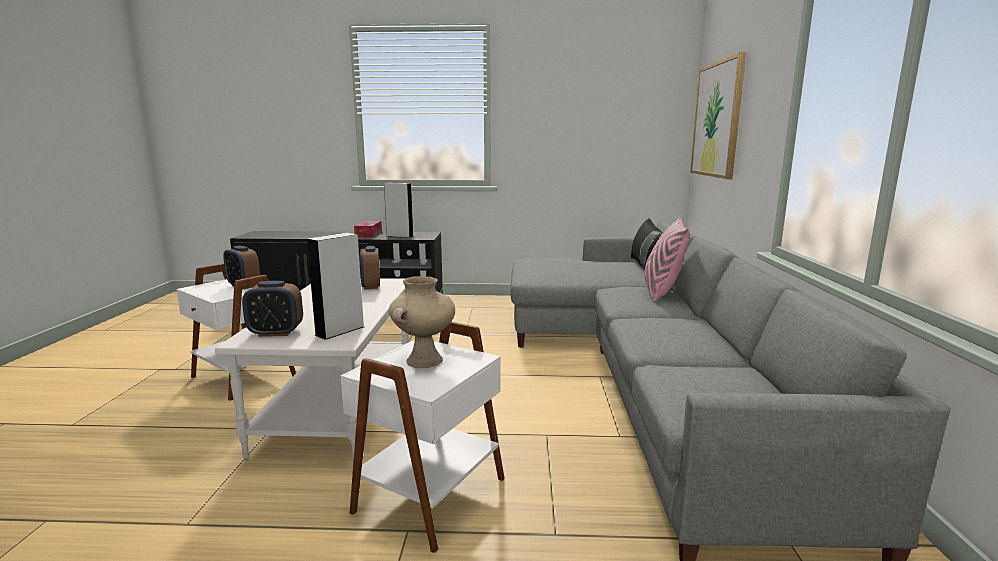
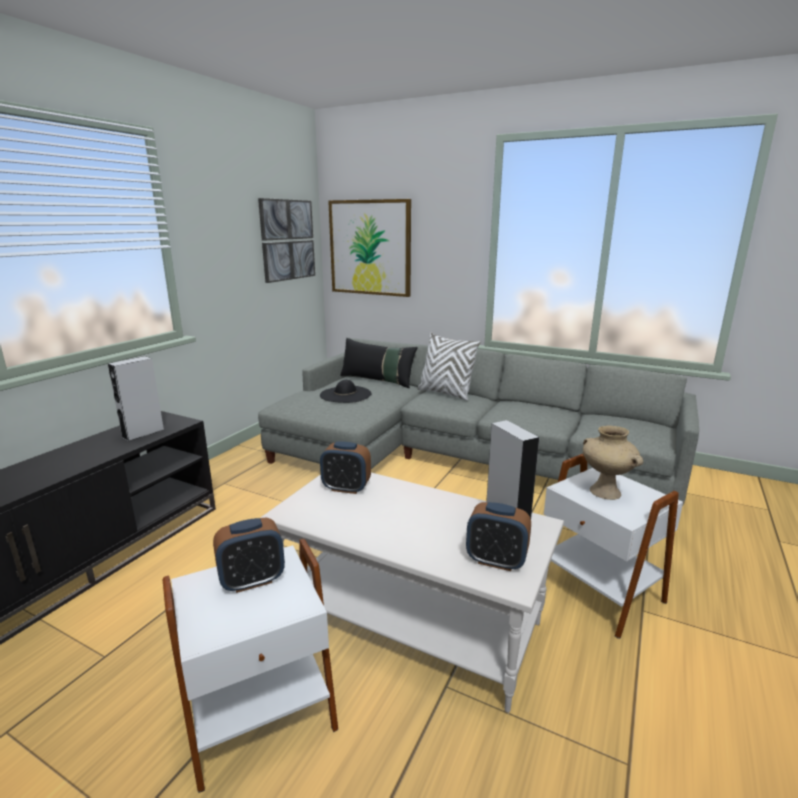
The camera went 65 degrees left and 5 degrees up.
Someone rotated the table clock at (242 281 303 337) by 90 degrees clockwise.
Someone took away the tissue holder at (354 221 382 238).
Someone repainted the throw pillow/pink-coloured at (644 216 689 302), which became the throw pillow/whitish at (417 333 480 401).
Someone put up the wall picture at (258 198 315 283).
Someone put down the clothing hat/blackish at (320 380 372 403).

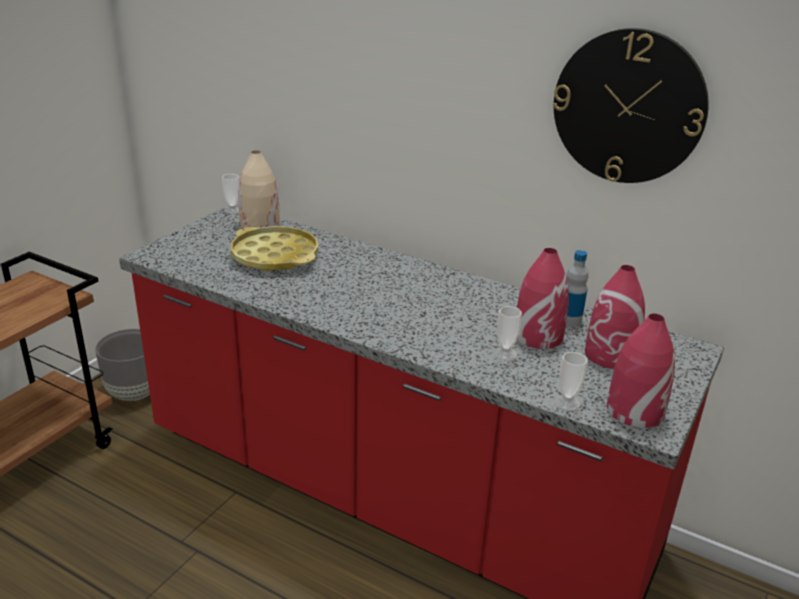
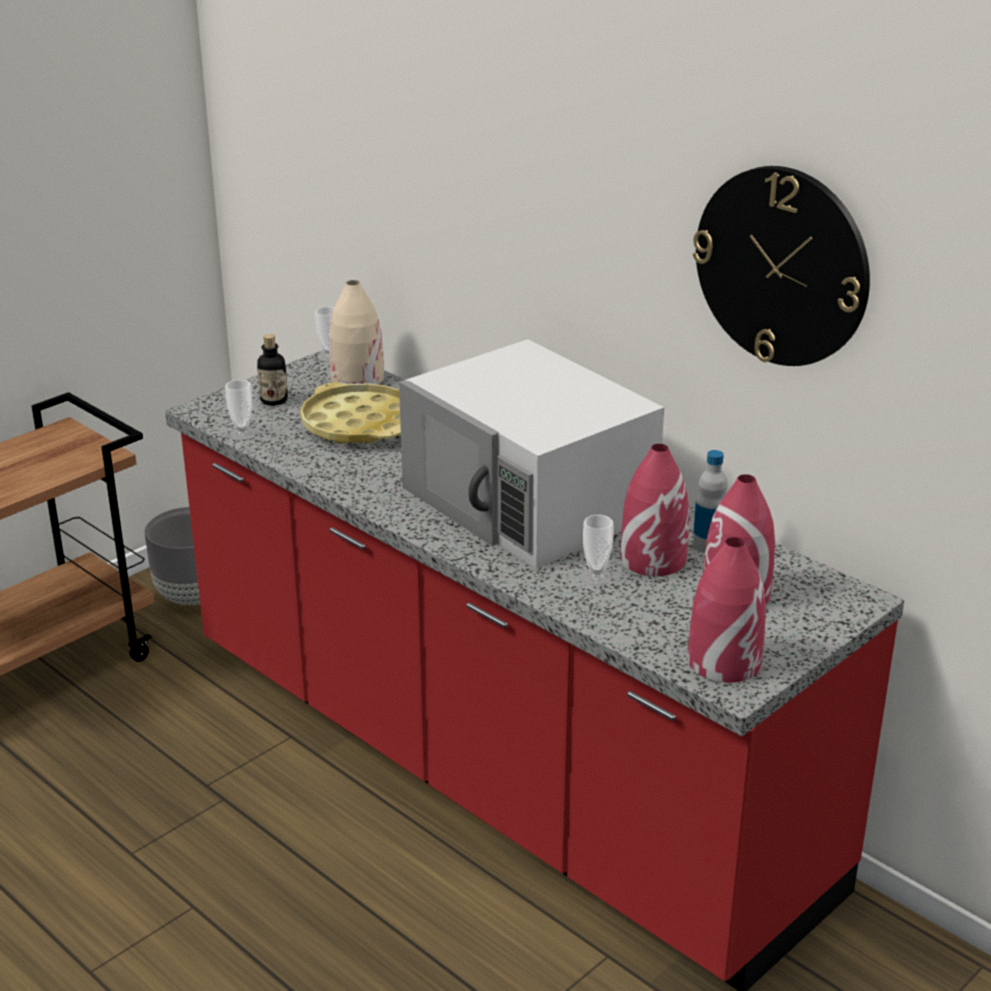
The camera went 15 degrees right and 0 degrees up.
Someone carried the cup from (555 352 588 411) to (225 380 256 440).
Someone put down the bottle at (257 334 288 406).
Someone put down the microwave/whitish at (399 339 664 568).

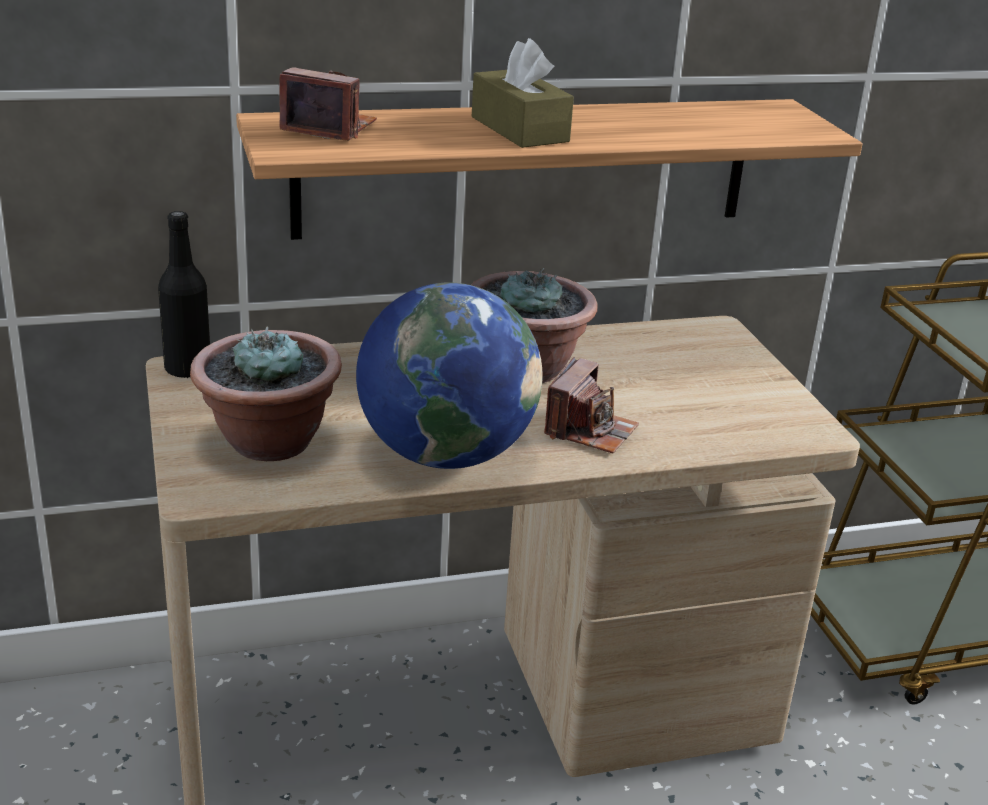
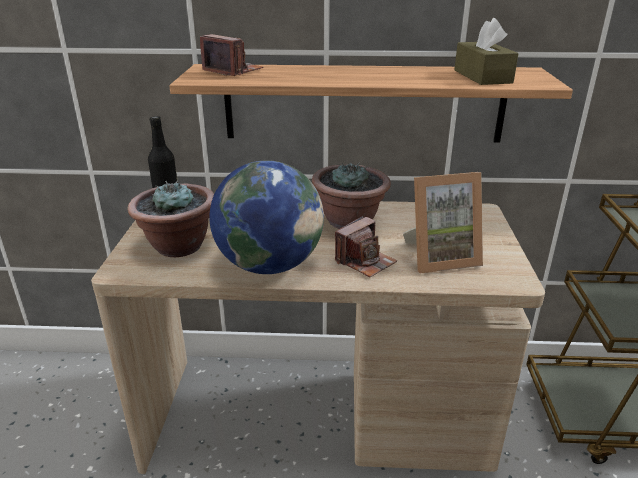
The camera went 20 degrees right and 0 degrees up.
Someone carried the tissue holder/brown-coloured from (472 38 574 148) to (454 18 519 85).
Someone put down the picture frame at (403 172 483 273).

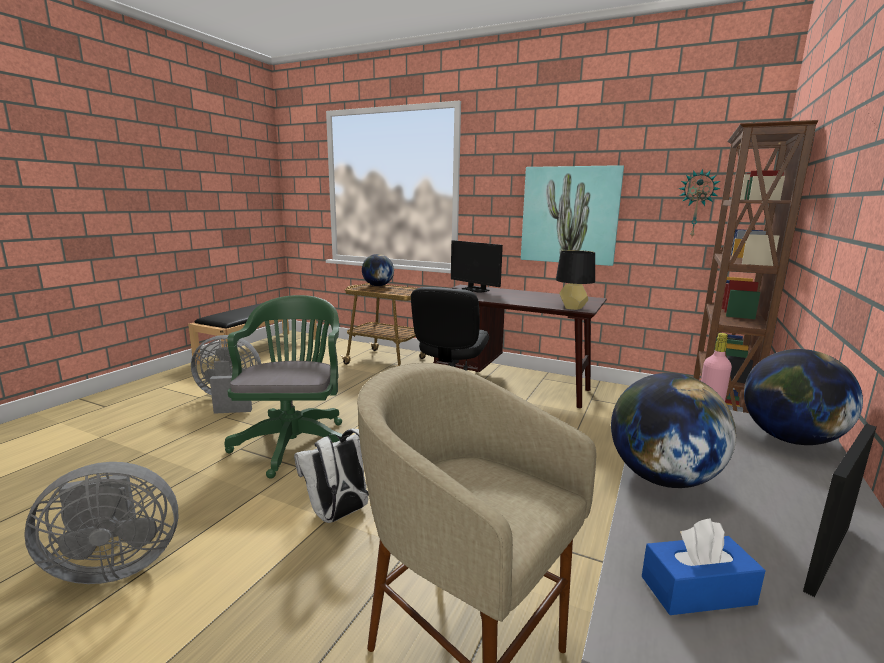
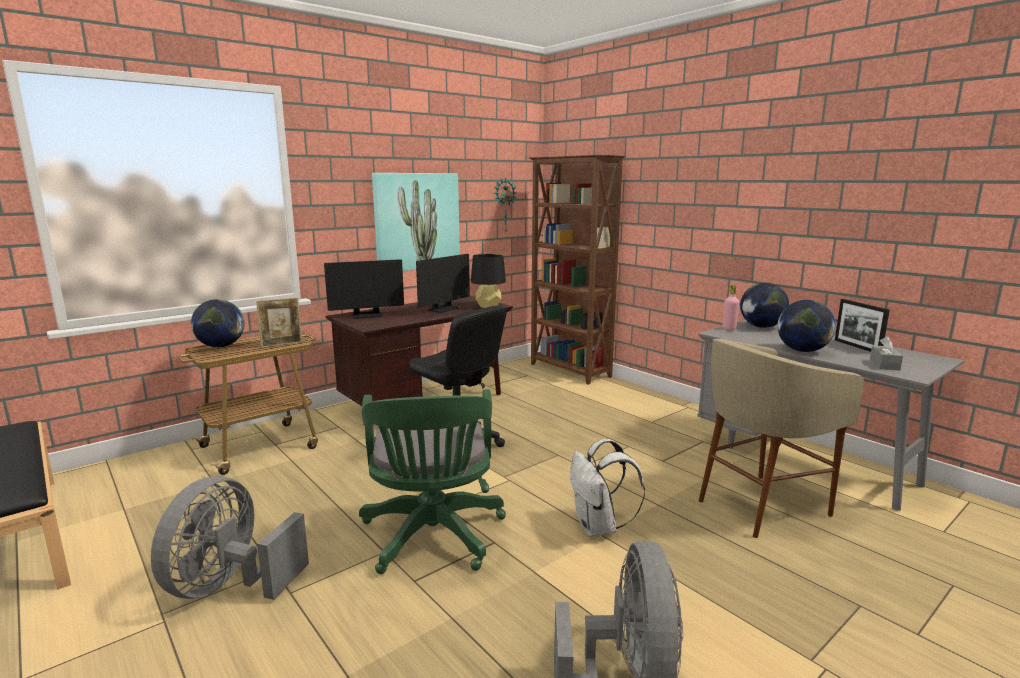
The camera went 65 degrees left and 0 degrees up.
Someone rotated the office chair/green at (225 295 342 479) by 120 degrees counterclockwise.
Someone repainted the tissue holder/blue at (642 518 765 615), which became the tissue holder/greyish at (870 336 903 370).
Someone put down the picture frame at (256 298 302 348).
Someone put down the computer display at (416 254 470 313).

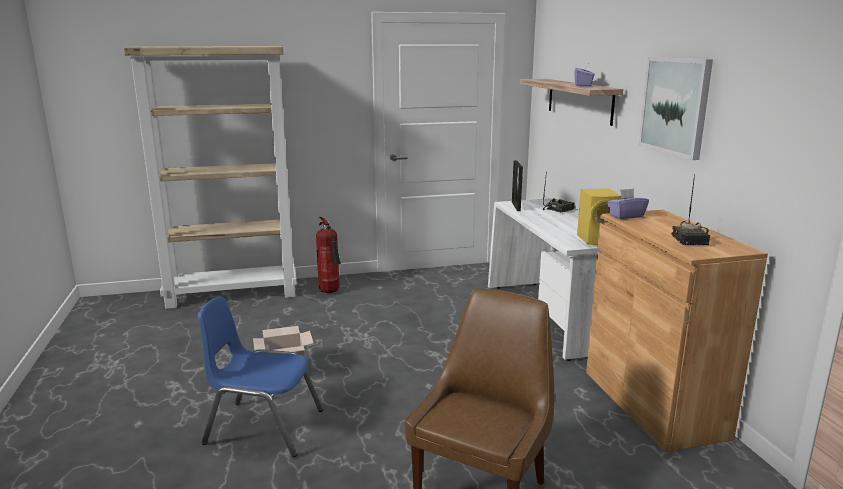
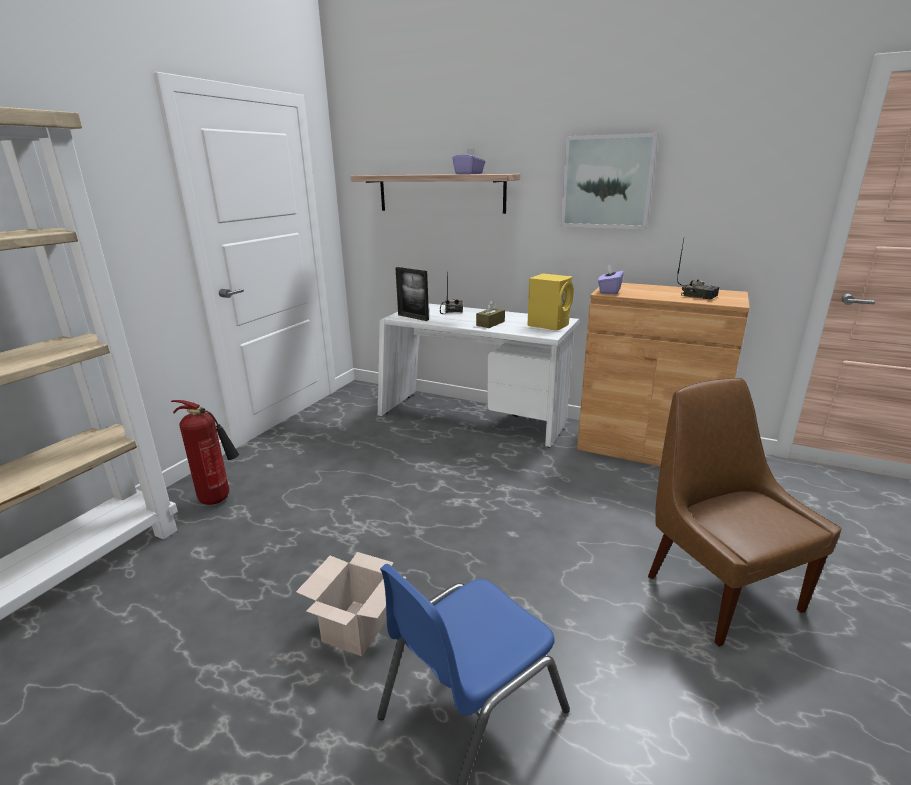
The camera went 50 degrees left and 5 degrees up.
Someone put down the tissue holder/brown-coloured at (476 300 505 328).

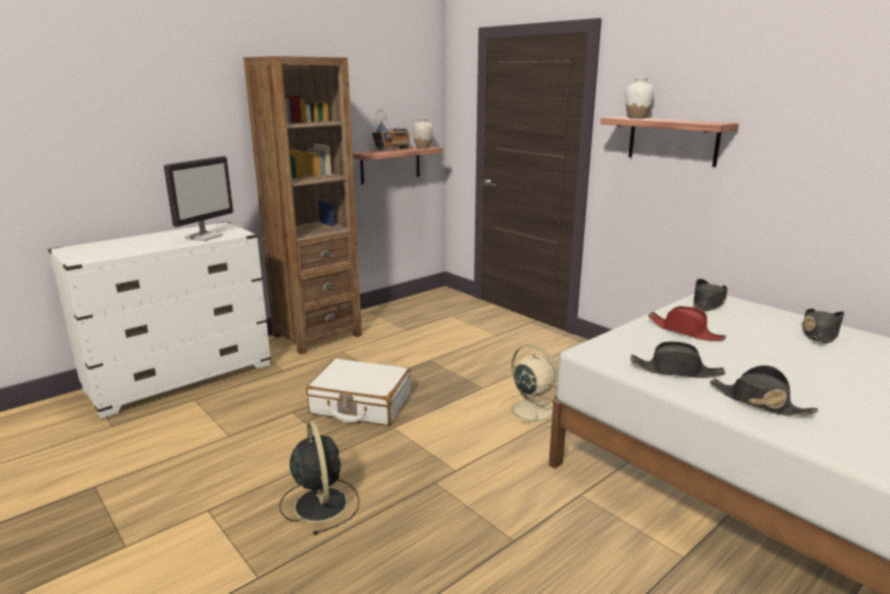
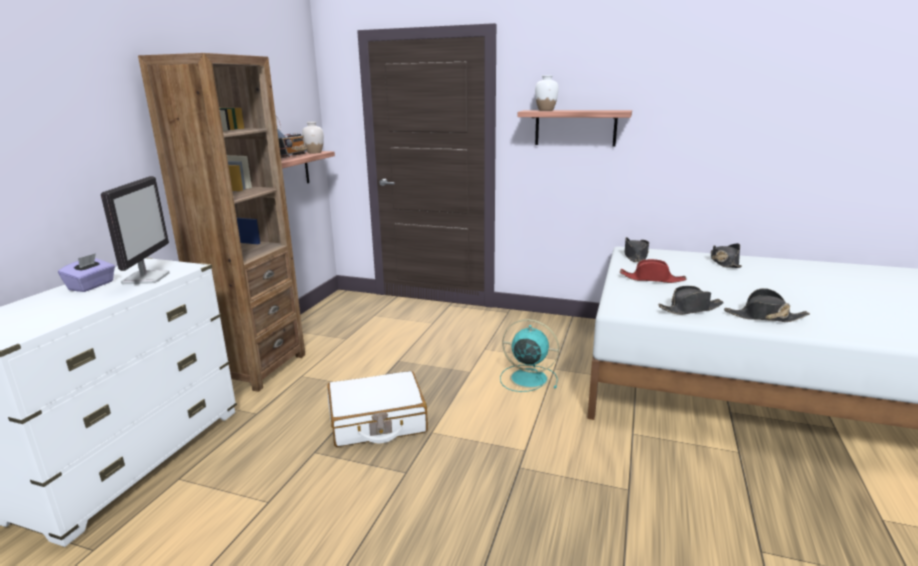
The camera went 30 degrees left and 0 degrees up.
Someone took away the electric fan/blackish at (279 421 359 535).
Someone repainted the electric fan/sand-coloured at (500 344 558 428), which became the electric fan/turquoise at (500 319 559 392).
Someone put down the tissue holder/purplish at (58 253 115 292).

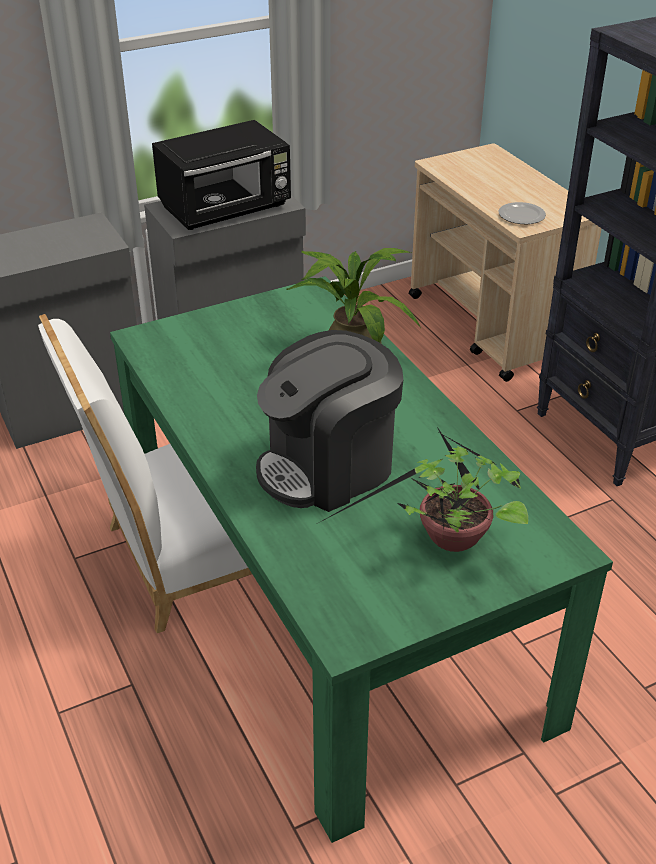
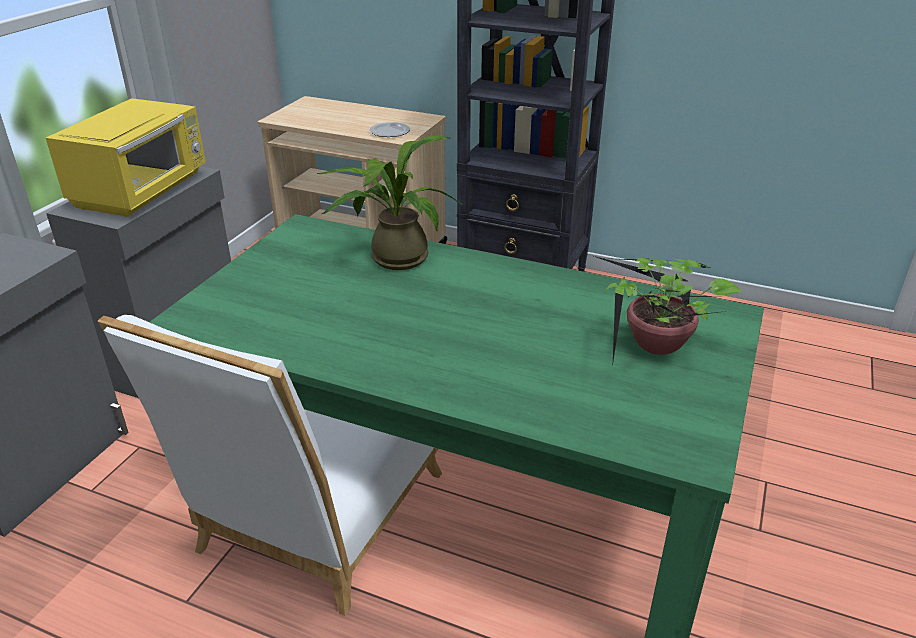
The camera went 40 degrees left and 5 degrees down.
Someone repainted the microwave/blackish at (152 120 291 230), which became the microwave/yellowish at (46 98 206 217).
Someone took away the coffee maker at (256 330 403 512).

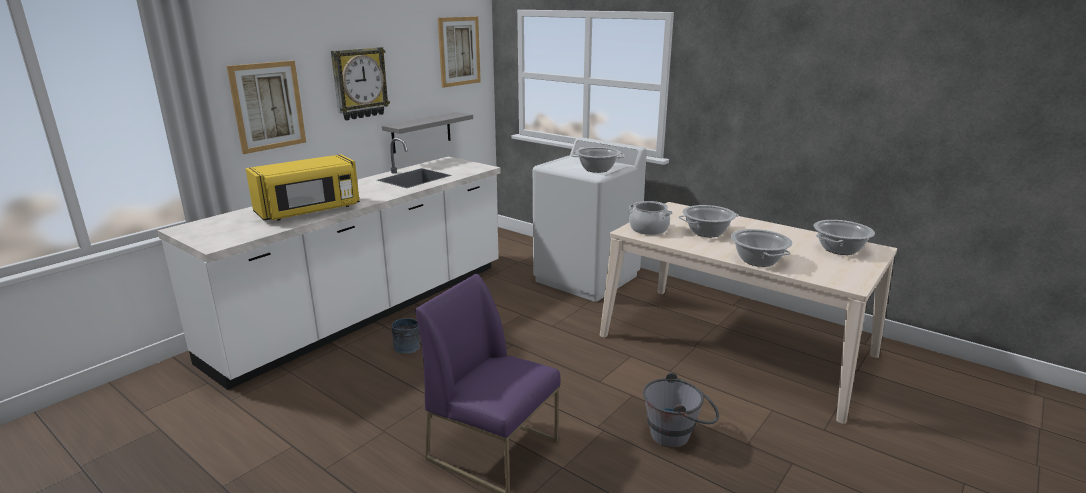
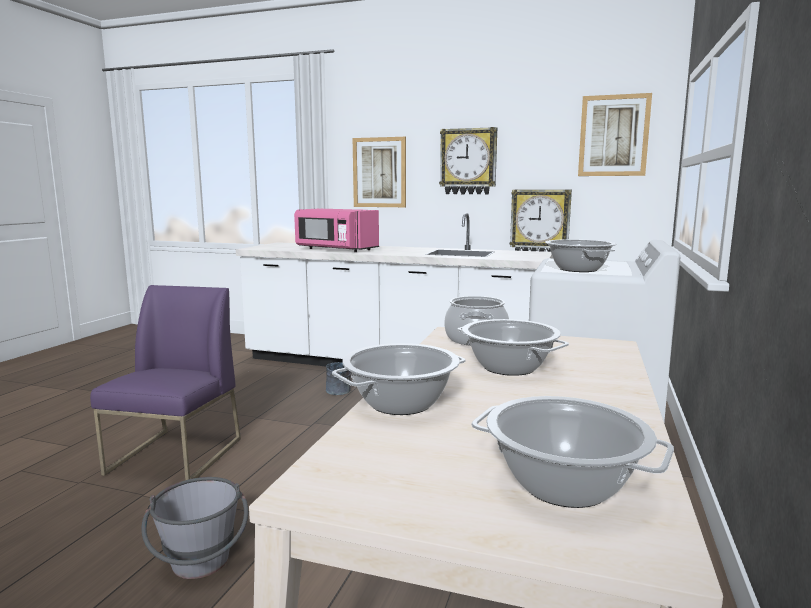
The camera went 70 degrees right and 10 degrees down.
Someone repainted the microwave/yellowish at (246 154 360 221), which became the microwave/pink-coloured at (294 209 379 252).
Someone swapped the shelf/greyish at (382 112 473 153) for the clock on the wall at (510 190 572 252).

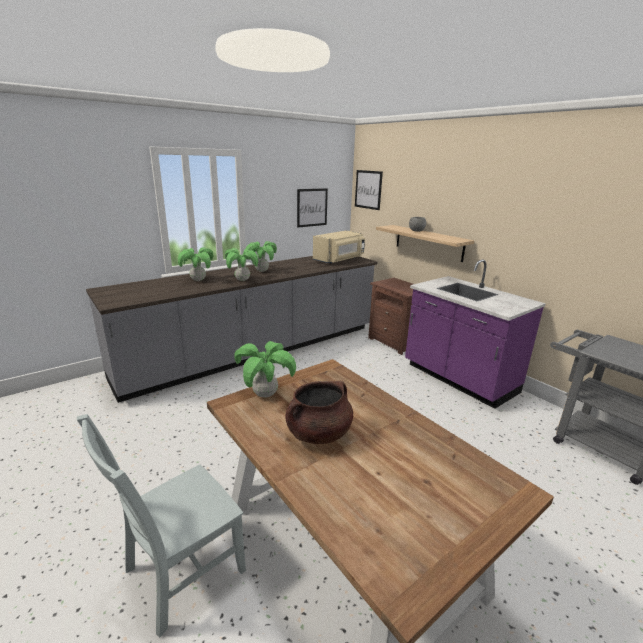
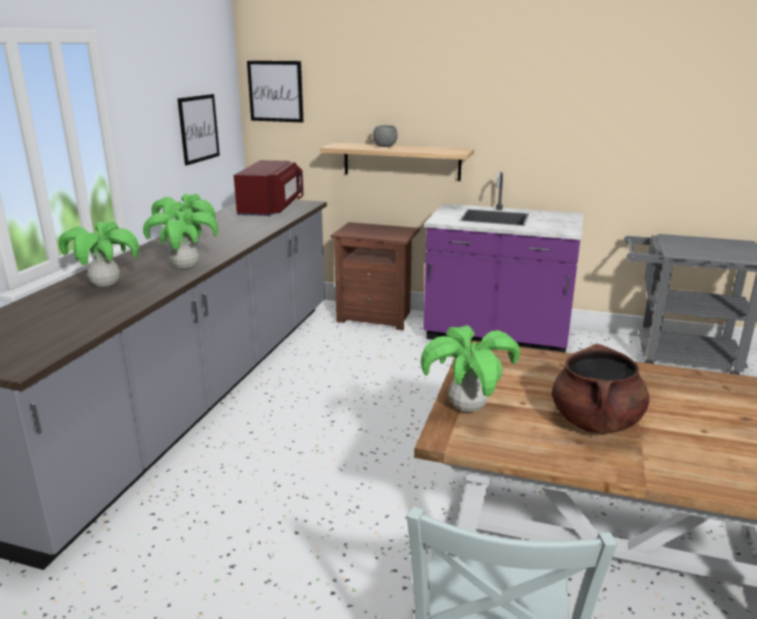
The camera went 35 degrees left and 0 degrees up.
Someone repainted the microwave/sand-coloured at (313 230 365 264), which became the microwave/reddish at (234 160 303 216).

